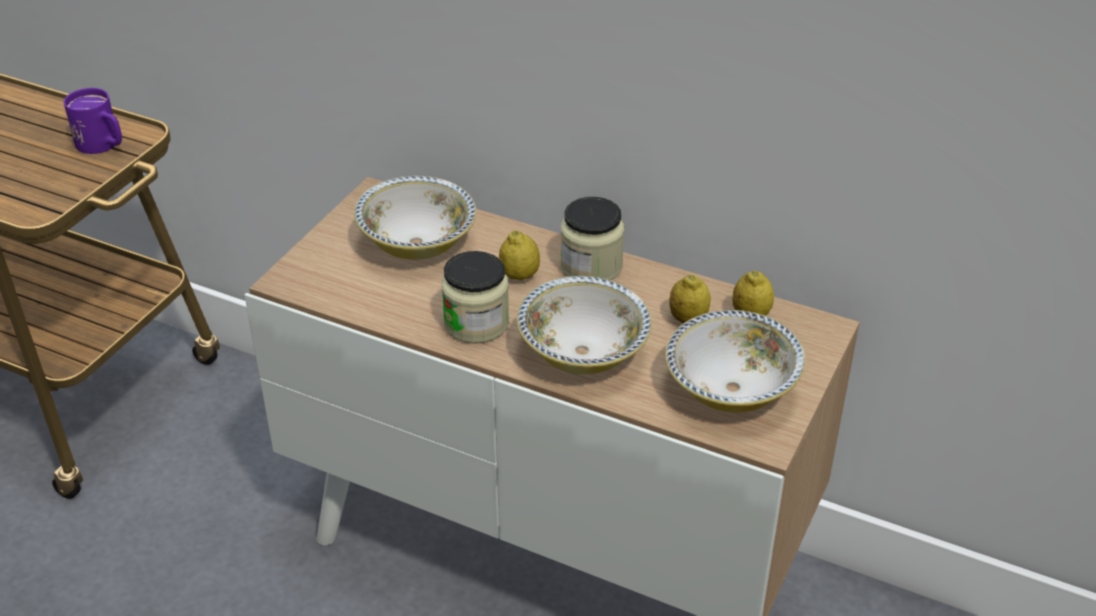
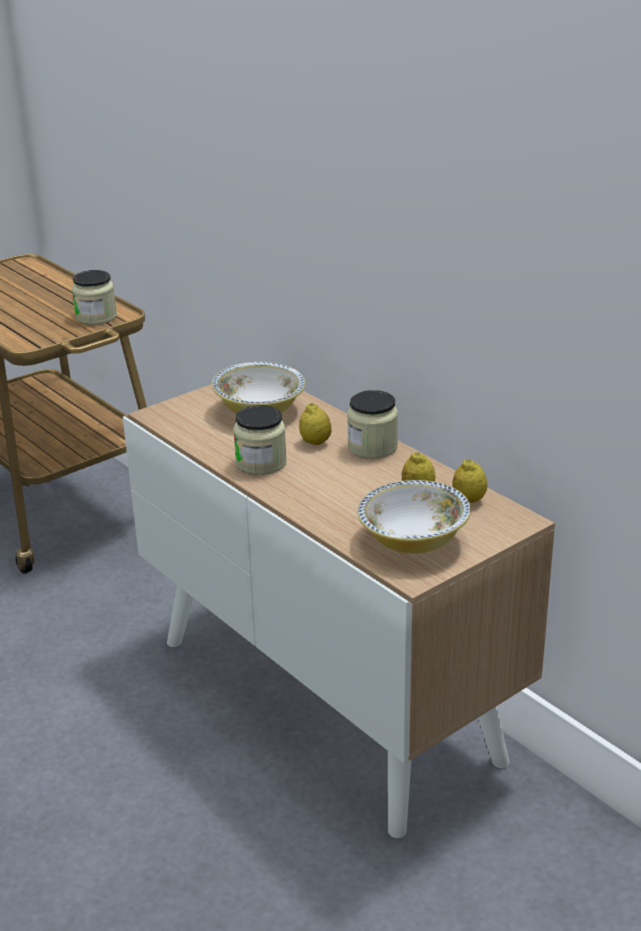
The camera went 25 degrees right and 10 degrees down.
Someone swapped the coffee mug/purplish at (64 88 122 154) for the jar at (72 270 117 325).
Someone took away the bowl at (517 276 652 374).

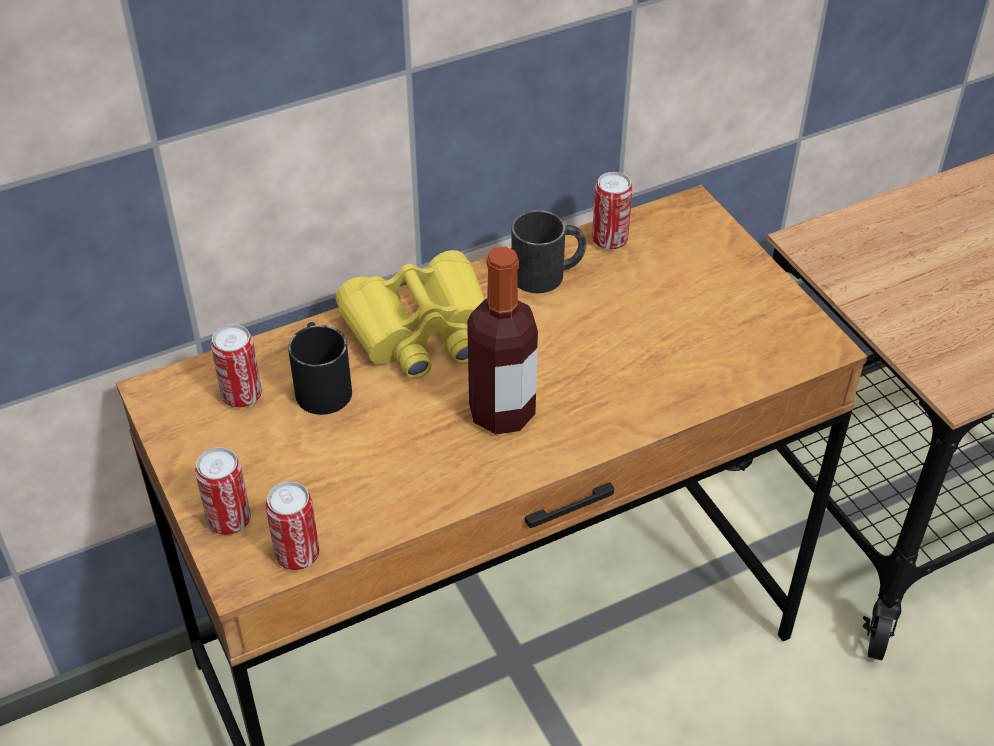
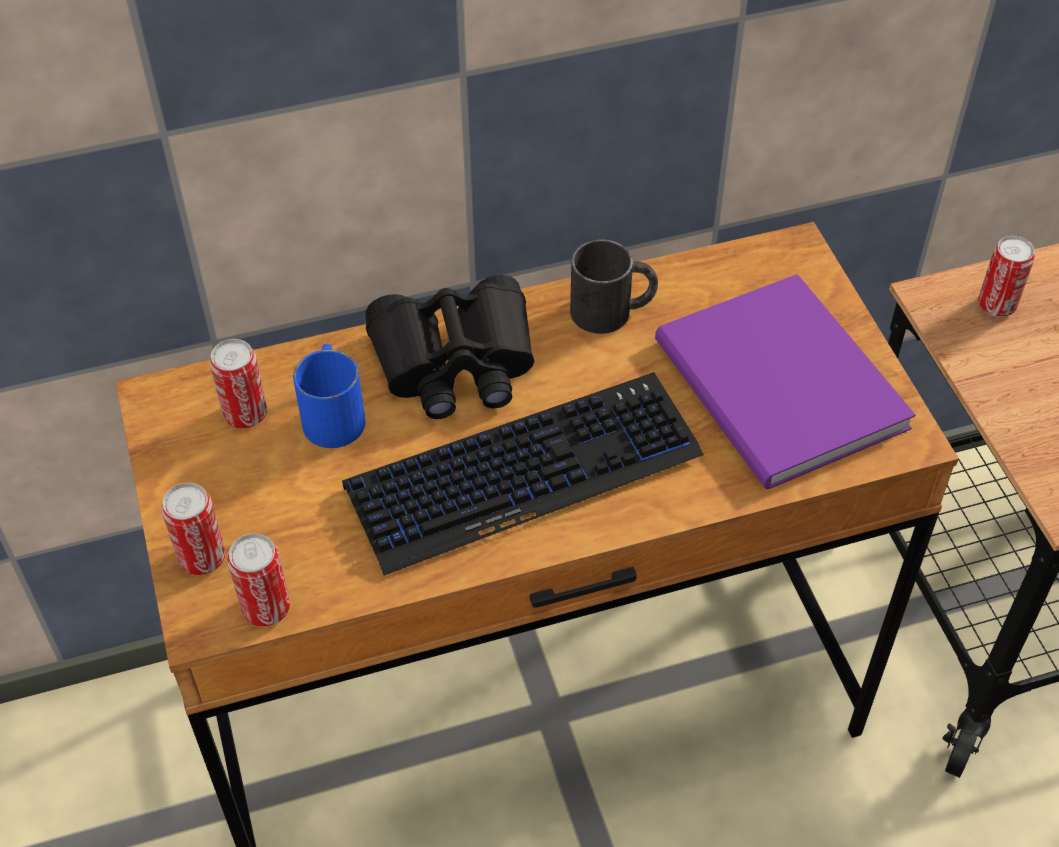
The camera went 10 degrees right and 5 degrees up.
Someone repainted the coffee mug/blackish at (288 322 352 415), which became the coffee mug/blue at (293 344 365 448).
Someone repainted the binoculars/yellowish at (335 250 485 379), which became the binoculars/blackish at (365 275 534 419).
Someone swapped the bottle at (467 247 538 434) for the keyboard at (342 372 704 576).
Someone carried the sealed can from (592 172 633 250) to (978 236 1035 317).
Someone put down the bound book/purplish at (655 274 916 490).

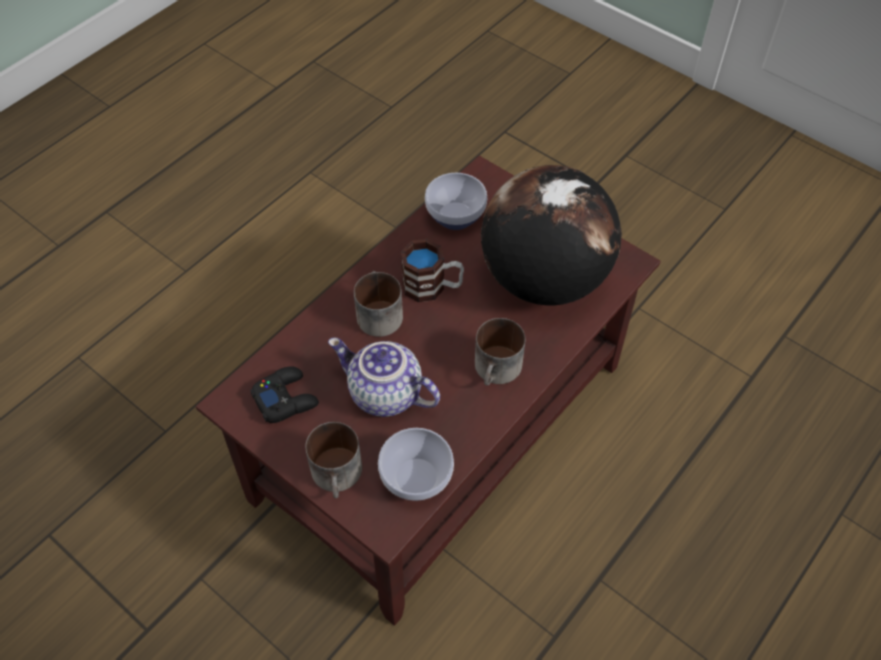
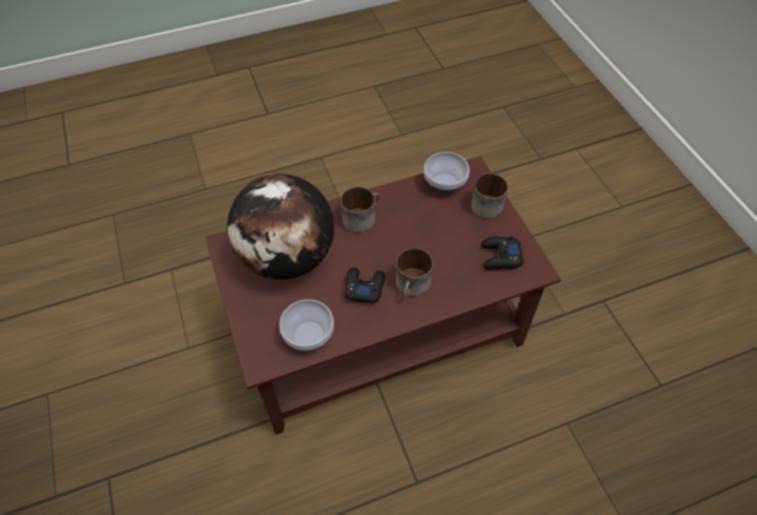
The camera went 150 degrees left and 0 degrees up.
Someone took away the pot for tea at (328 337 440 417).
Someone swapped the coffee mug at (401 239 464 302) for the joypad/blackish at (345 268 385 304).

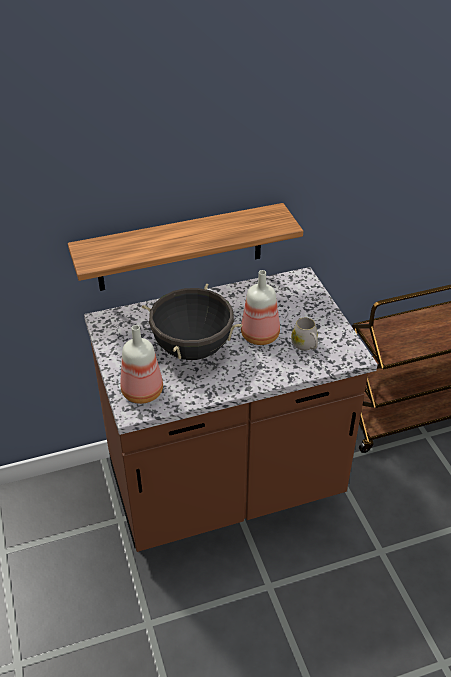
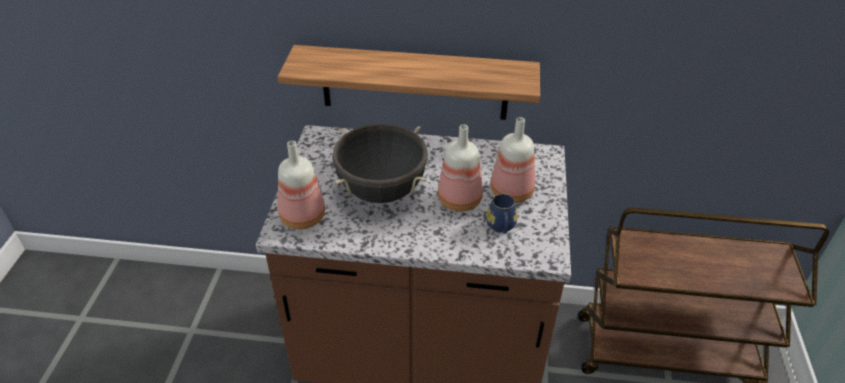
The camera went 25 degrees right and 0 degrees up.
Someone repainted the coffee mug/whitish at (291 318 318 351), which became the coffee mug/blue at (486 194 518 234).
Someone put down the bottle at (490 117 535 203).

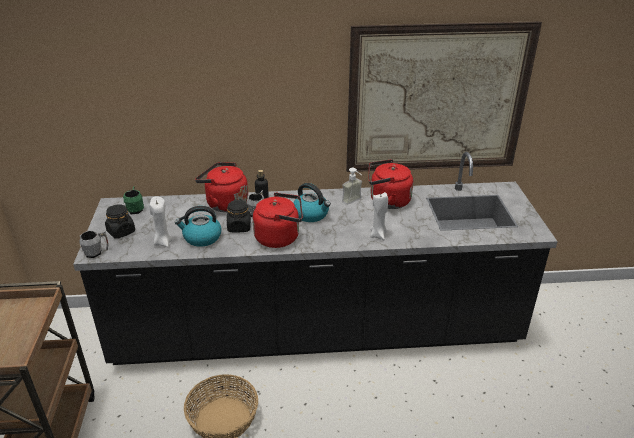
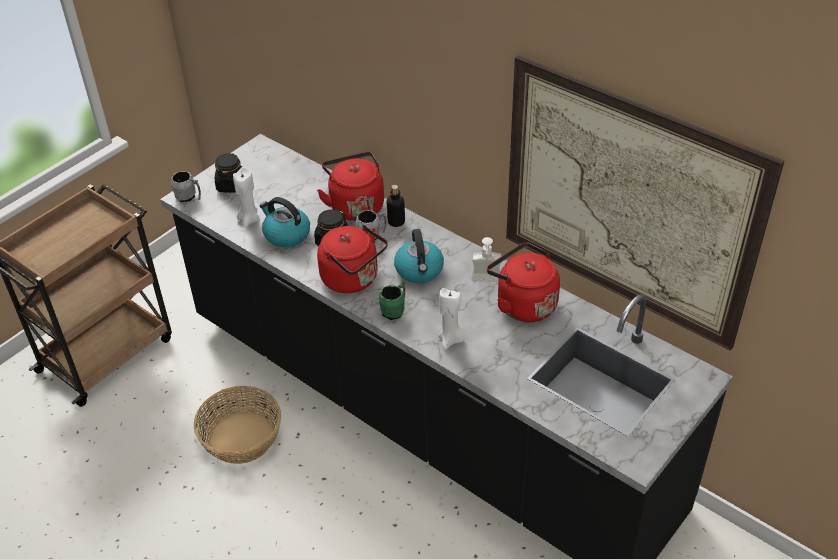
The camera went 45 degrees right and 10 degrees up.
Someone carried the coffee mug/green from (123 186 144 214) to (379 281 405 320).

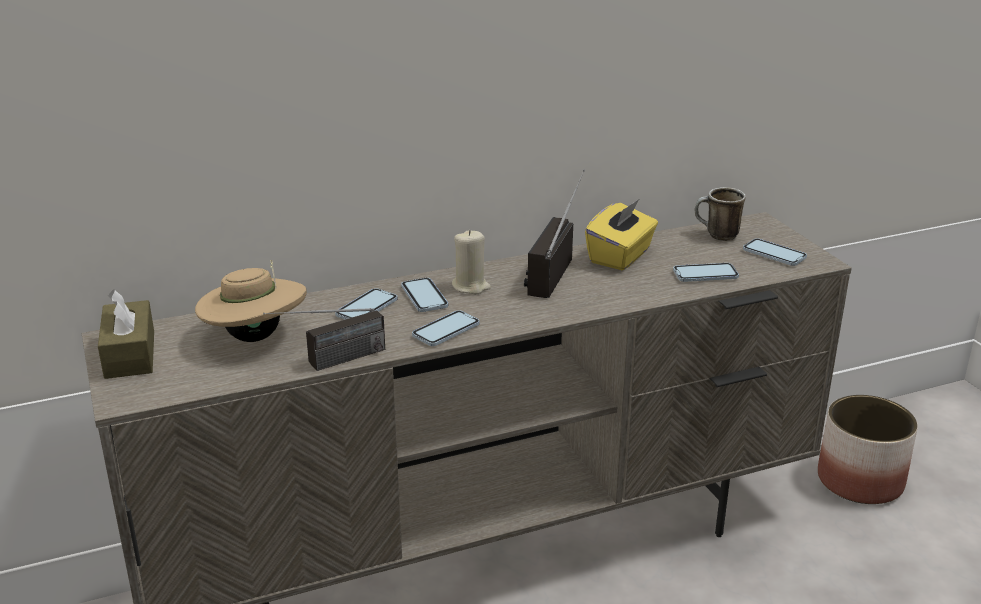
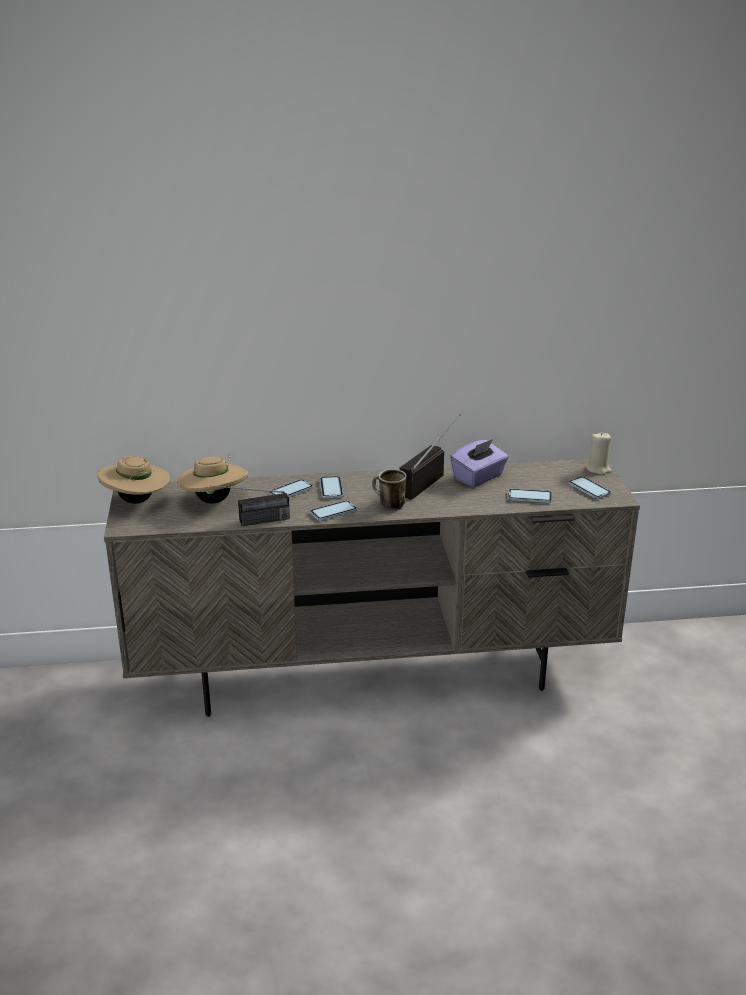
The camera went 15 degrees right and 0 degrees up.
Someone swapped the tissue holder/brown-coloured at (98 289 154 379) for the clothing hat/sand-coloured at (97 456 170 504).
Someone carried the candle/sand-coloured from (452 230 491 294) to (586 432 612 475).
Someone repainted the tissue holder/yellowish at (585 199 658 270), which became the tissue holder/purplish at (450 439 508 487).
Someone carried the coffee mug from (695 187 746 241) to (372 469 407 511).
Someone took away the planter at (818 395 918 504).

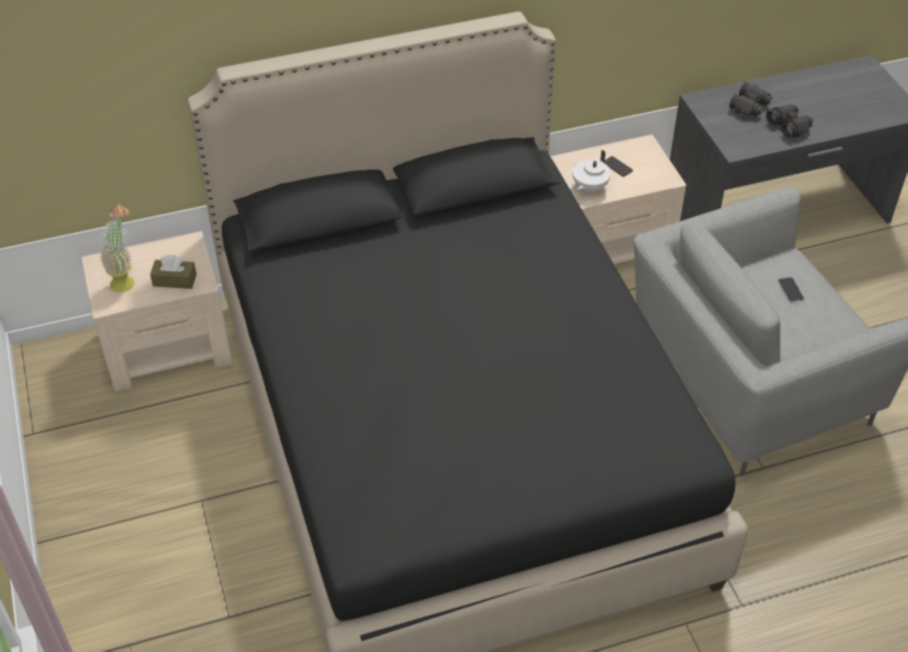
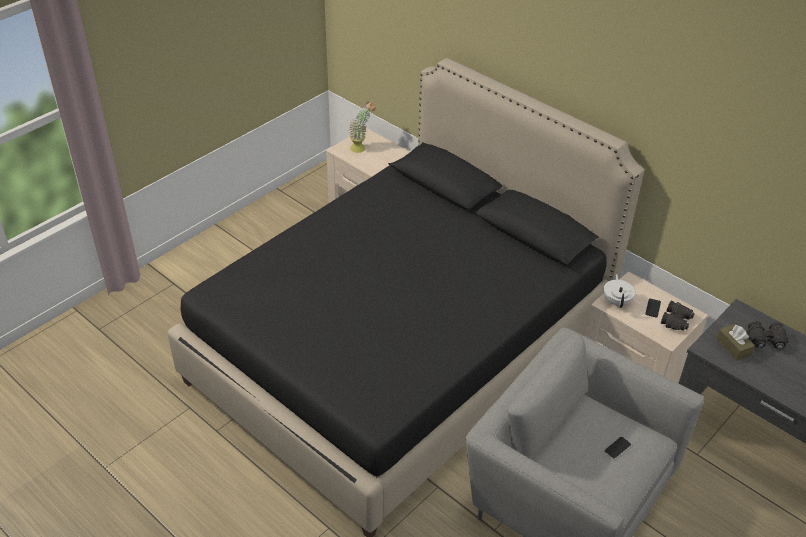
The camera went 60 degrees right and 5 degrees down.
Someone carried the tissue holder/brown-coloured from (150 255 197 289) to (716 324 755 361).
Someone rotated the pot for tea/whitish at (572 150 611 193) by 90 degrees clockwise.
Someone carried the binoculars/blackish from (766 104 813 138) to (661 300 695 331).

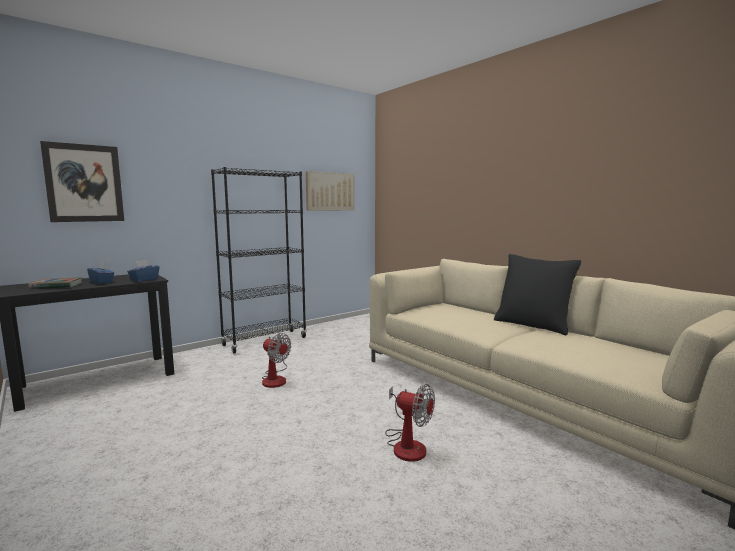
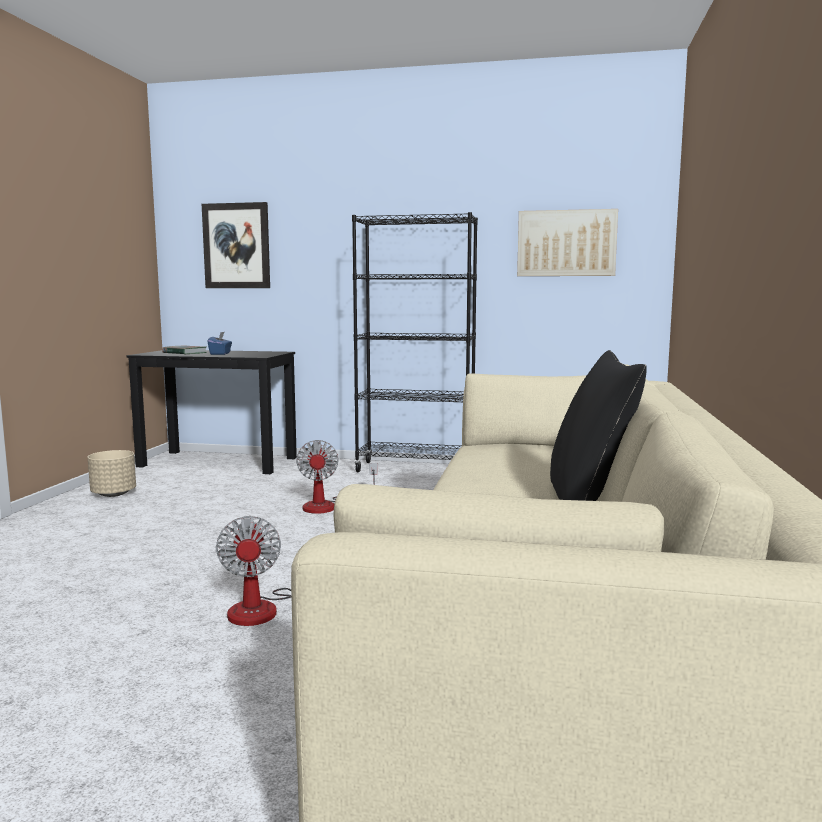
The camera went 50 degrees right and 0 degrees up.
Someone took away the tissue holder/blue at (127 260 160 282).
Someone put down the planter/sand-coloured at (88 450 136 497).

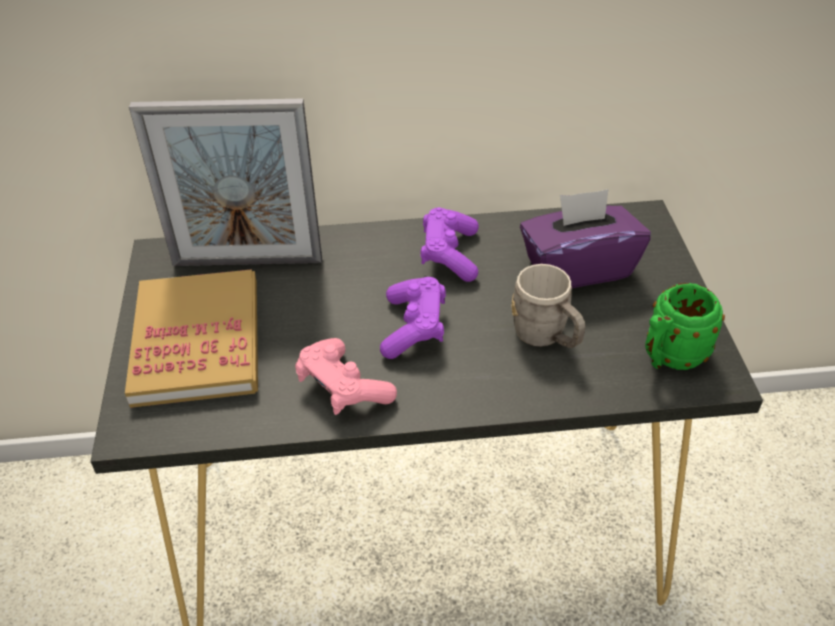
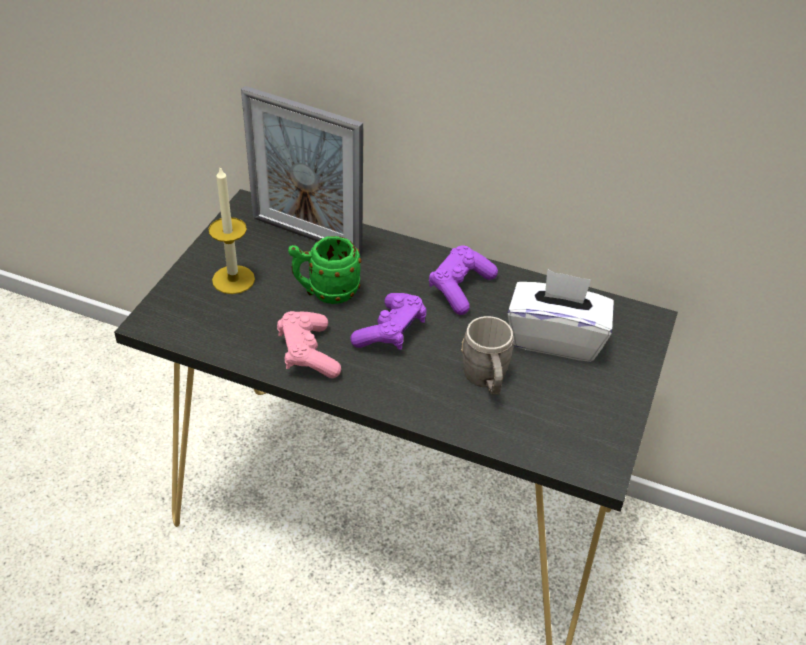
The camera went 25 degrees right and 0 degrees up.
Someone swapped the bound book at (125 269 258 408) for the candle at (209 166 255 294).
Someone repainted the tissue holder/purplish at (520 189 651 288), which became the tissue holder/whitish at (507 269 614 362).
Someone carried the coffee mug/green from (645 283 725 370) to (288 236 361 304).

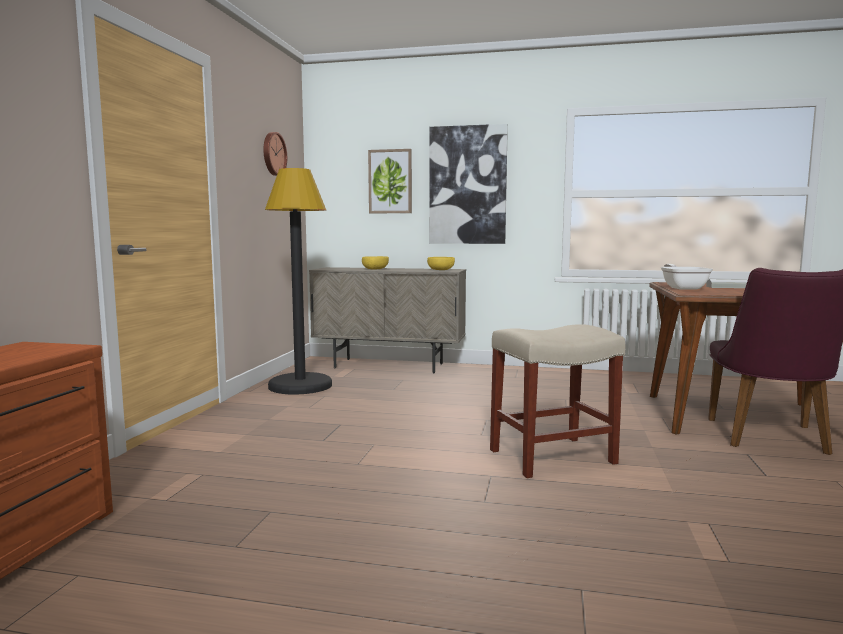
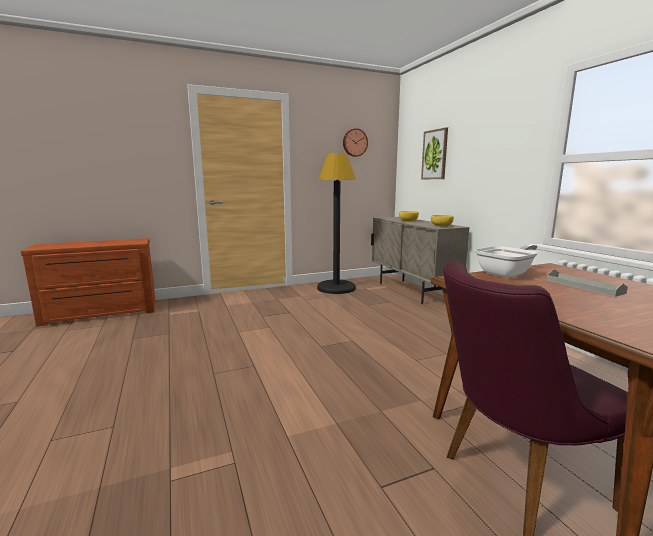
The camera went 55 degrees right and 5 degrees up.
Someone took away the wall picture at (429 124 508 244).
Someone took away the stool/sand-coloured at (490 324 625 478).

